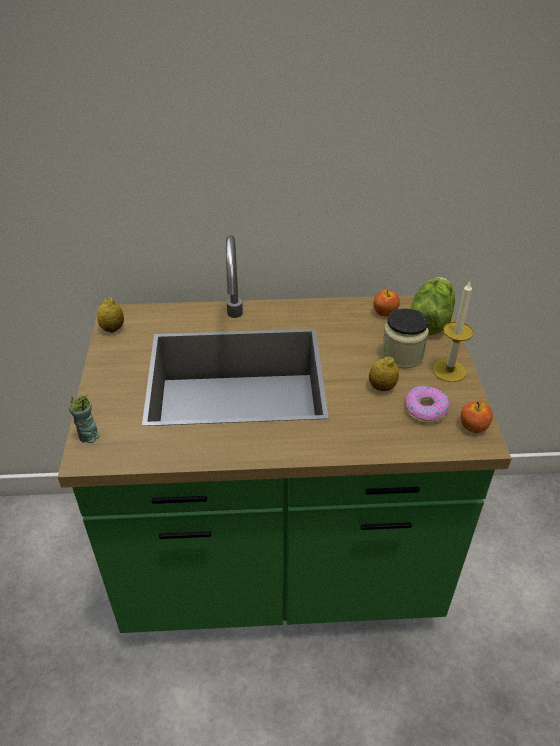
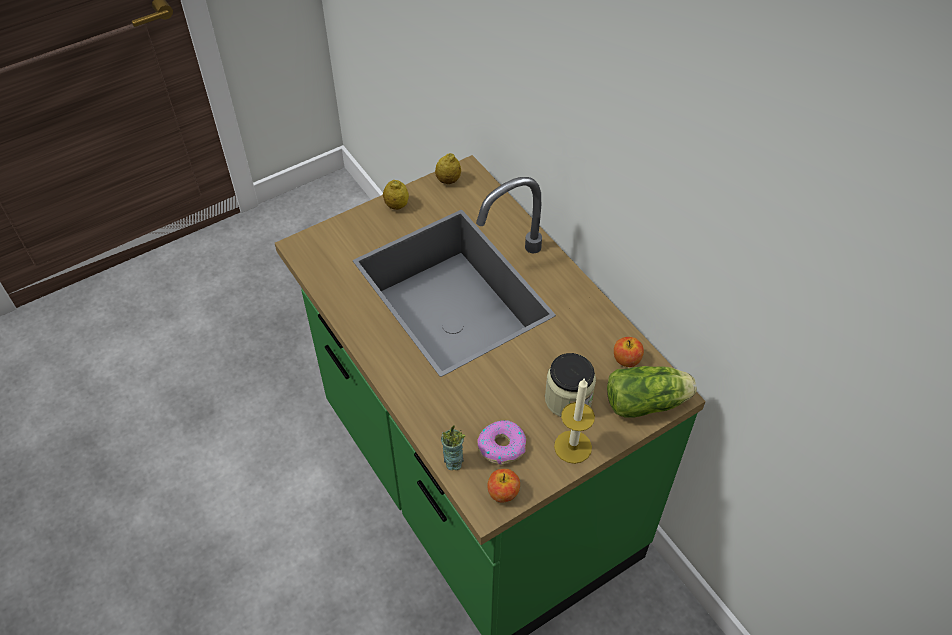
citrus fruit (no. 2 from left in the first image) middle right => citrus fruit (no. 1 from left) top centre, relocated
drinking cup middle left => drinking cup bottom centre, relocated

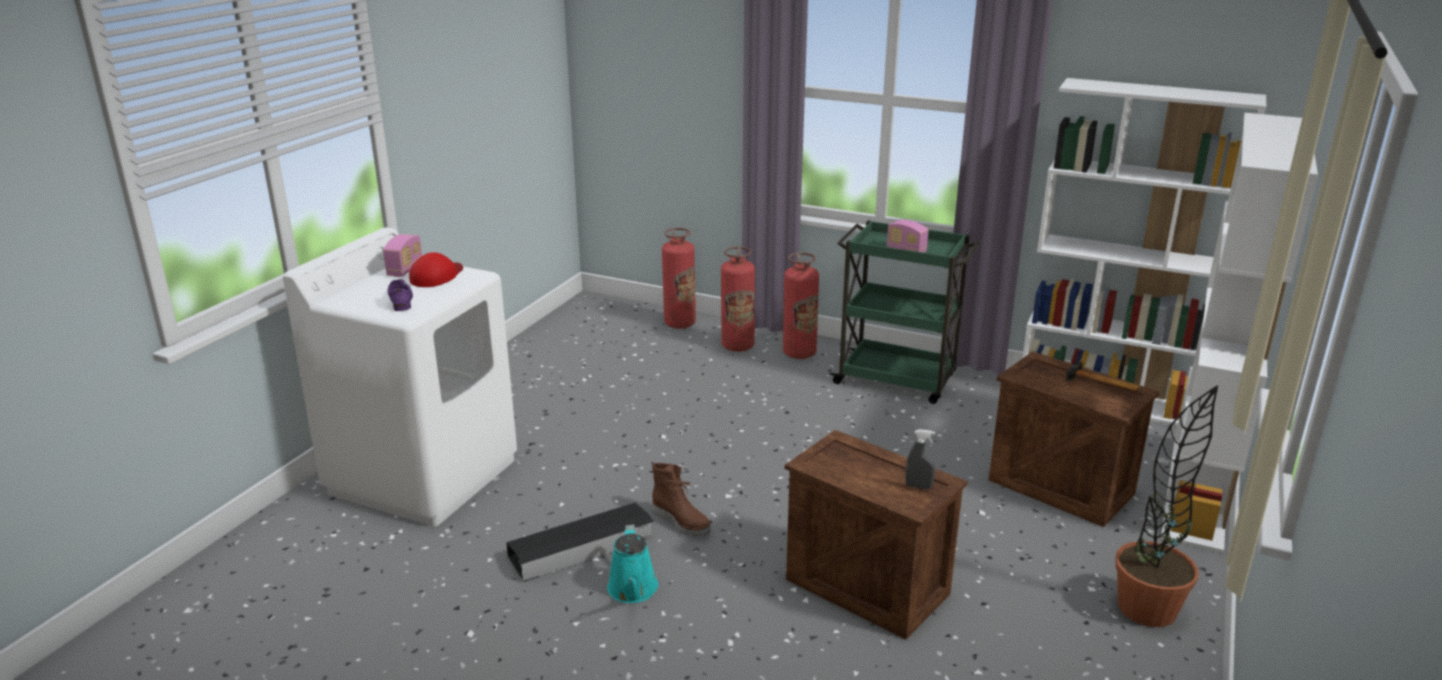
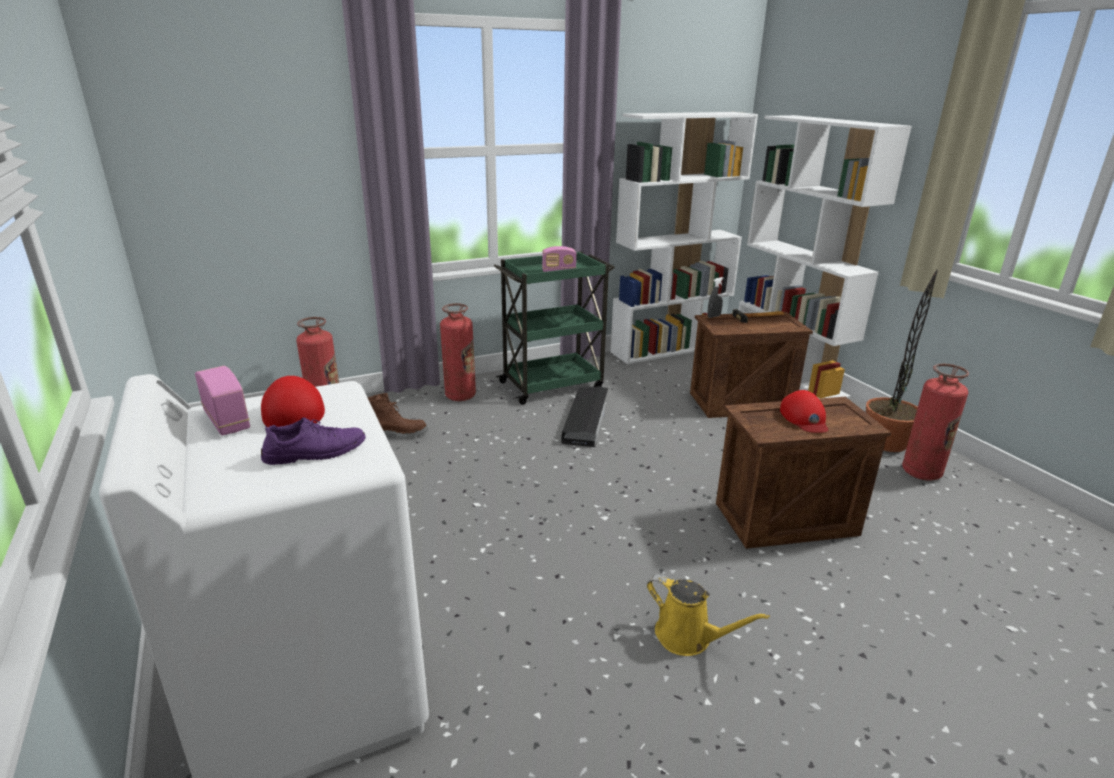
fire extinguisher (no. 2 from left in the first image) centre => fire extinguisher (no. 3 from left) middle right, relocated
low shoe (purplish) middle left, 135 degrees clockwise
sprayer (greyish) bottom centre => sprayer (greyish) centre, relocated
high-top boot (brownish) bottom centre => high-top boot (brownish) centre, relocated
storage box (black-coloured) bottom centre => storage box (black-coloured) centre, relocated
watering can (turquoise) bottom centre => watering can (yellow) bottom centre
nothing => baseball cap (red) (no. 2 from left) middle right

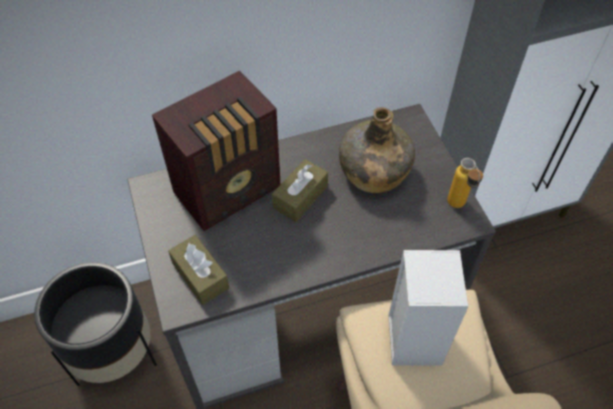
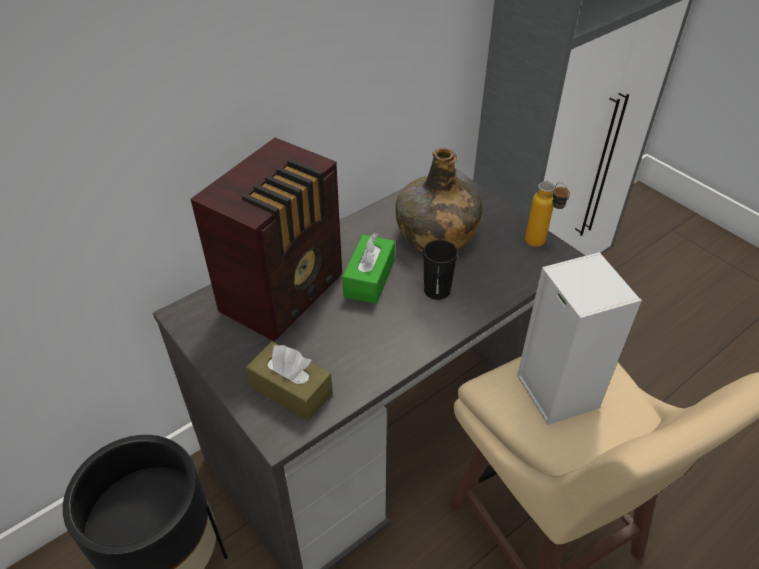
box of tissues (brownish) (no. 2 from left) centre => box of tissues (greenish) centre
nothing => drinking cup (black-coloured) centre

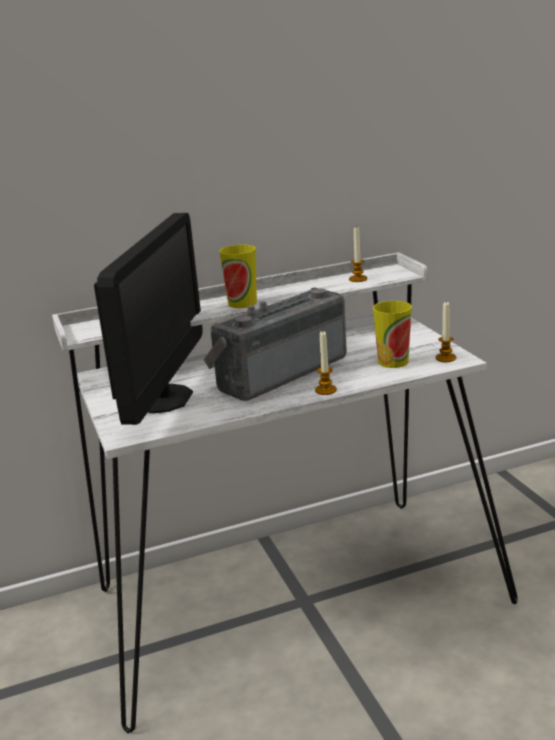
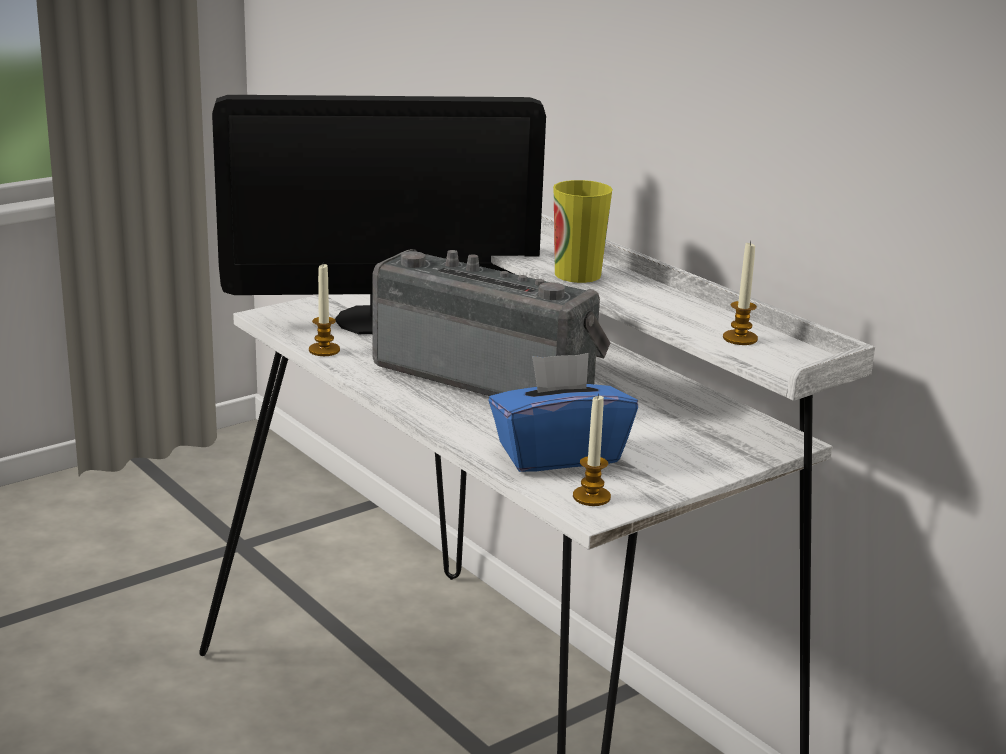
drinking cup (no. 2 from left) middle right => box of tissues (bluish) centre
candle (no. 1 from left) centre => candle (no. 1 from left) middle left, relocated

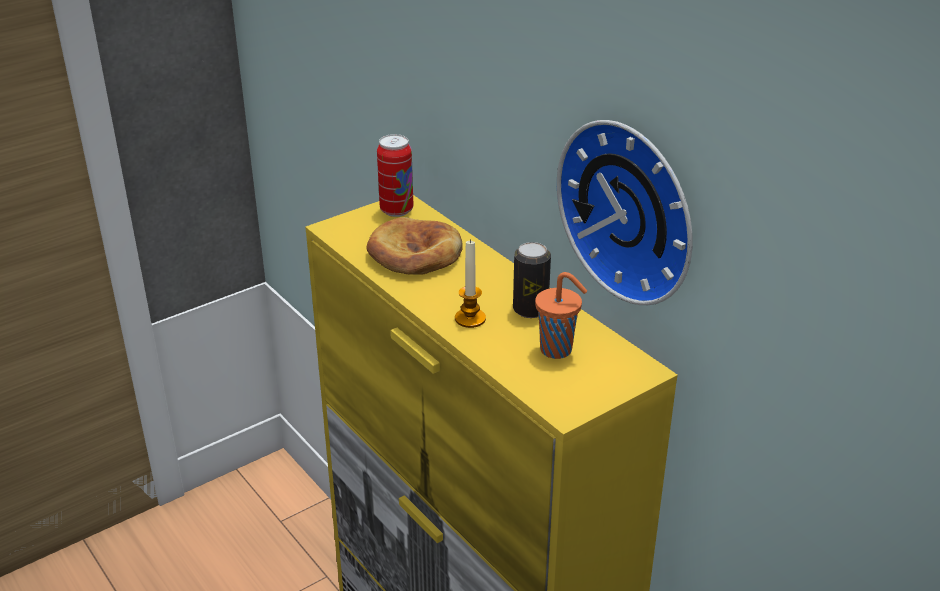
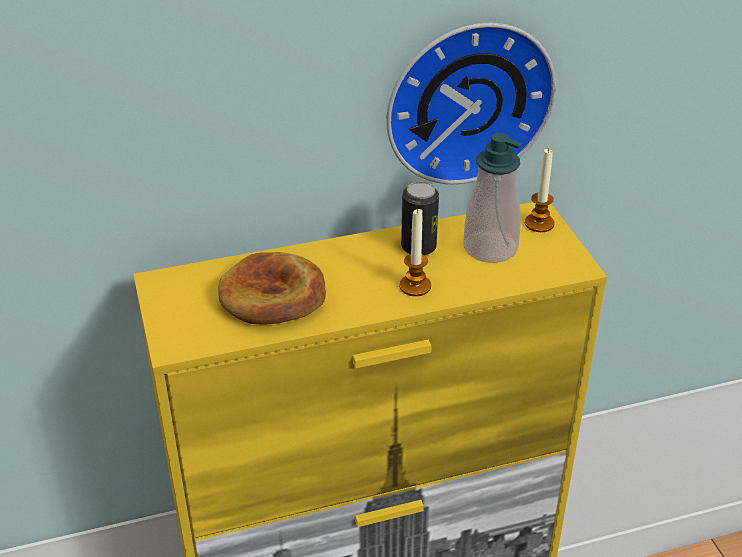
metal can (no. 1 from left) top centre => nothing
drinking cup (orange-coloured) centre => soap bottle centre
nothing => candle (no. 2 from left) middle right

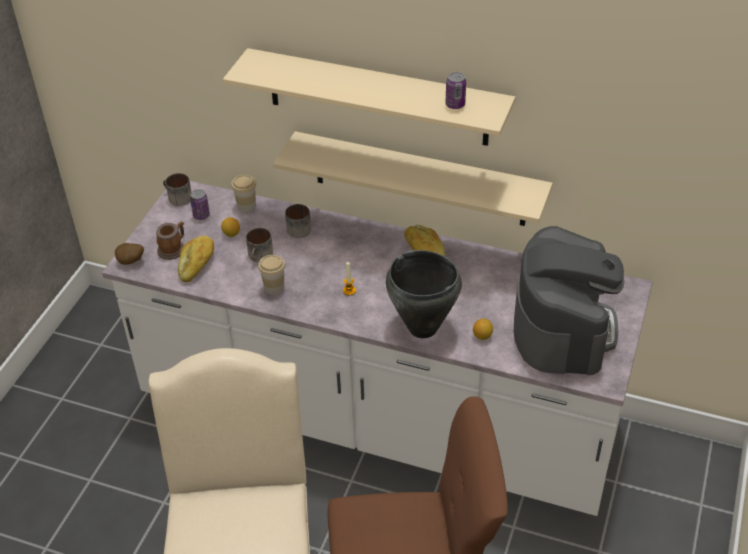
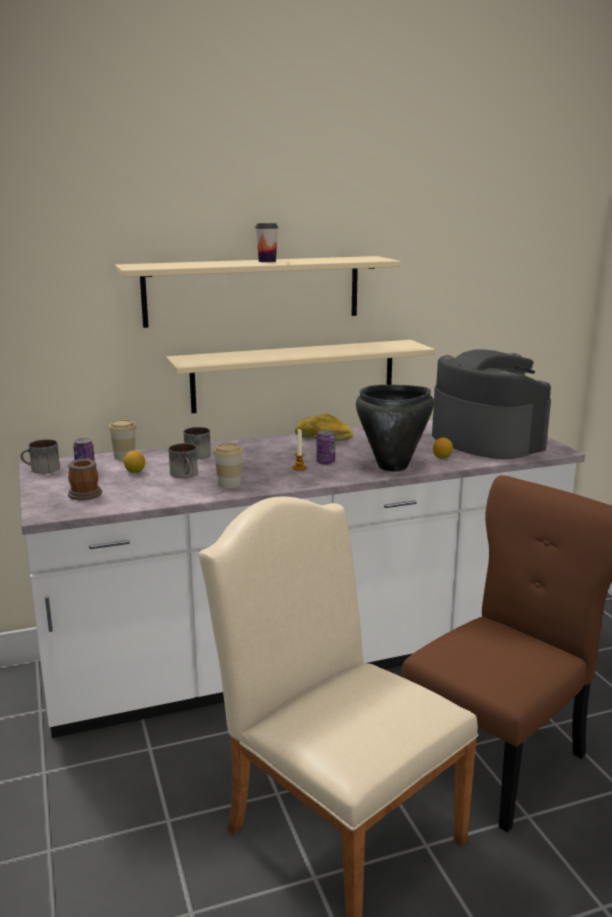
metal can (no. 2 from left) top centre => metal can (no. 2 from left) centre, relocated
bread (no. 1 from left) middle left => nothing
potato middle left => nothing
nothing => drinking cup (no. 3 from left) top centre

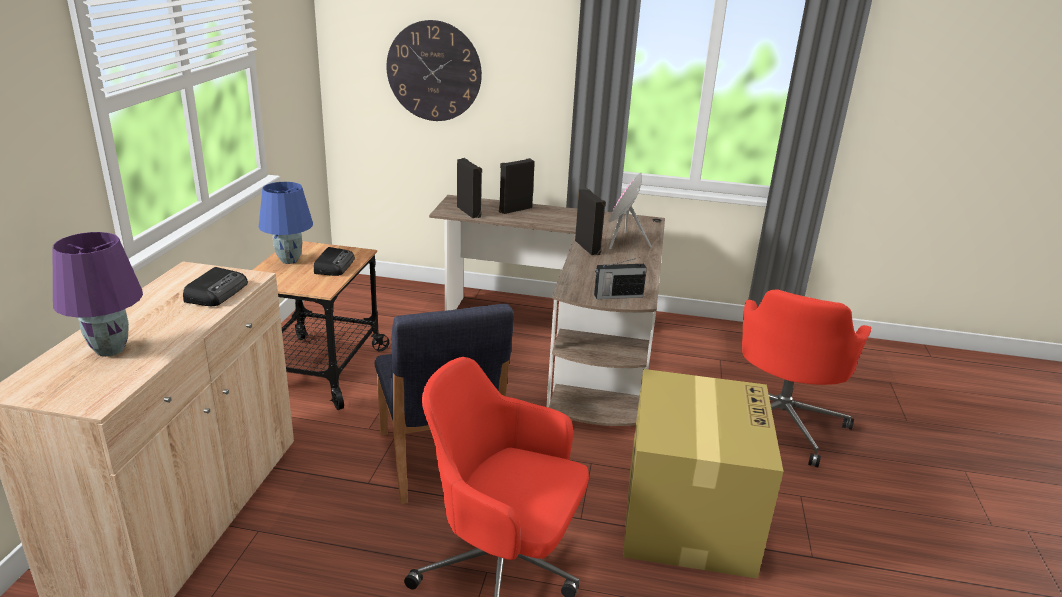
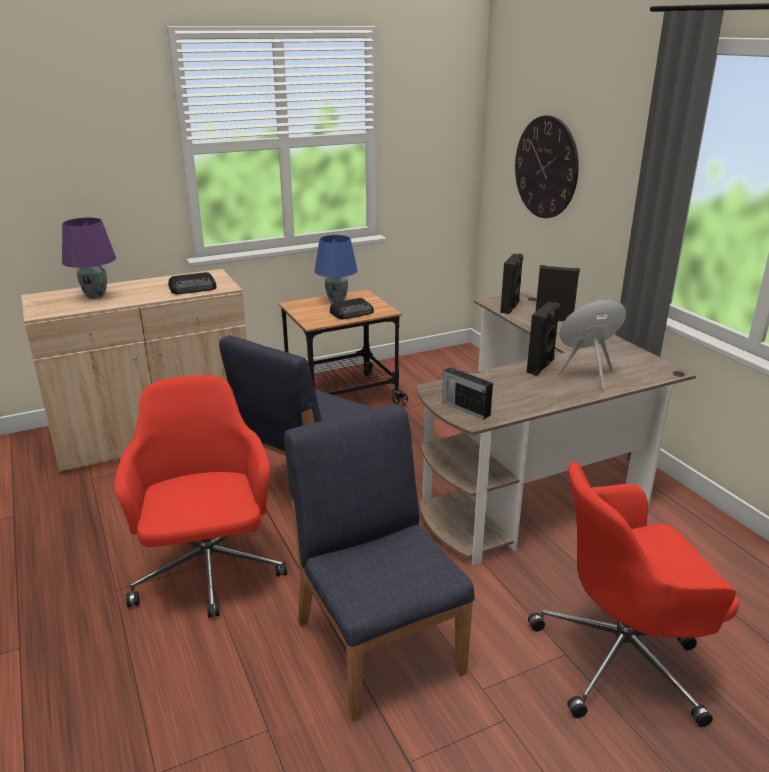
carton bottom centre => chair (bluish) (no. 2 from left) bottom centre

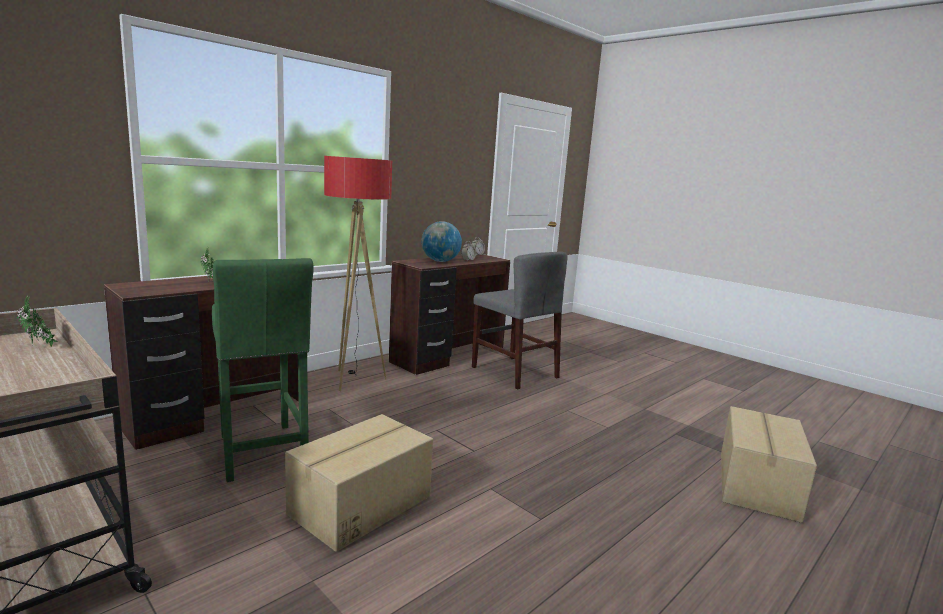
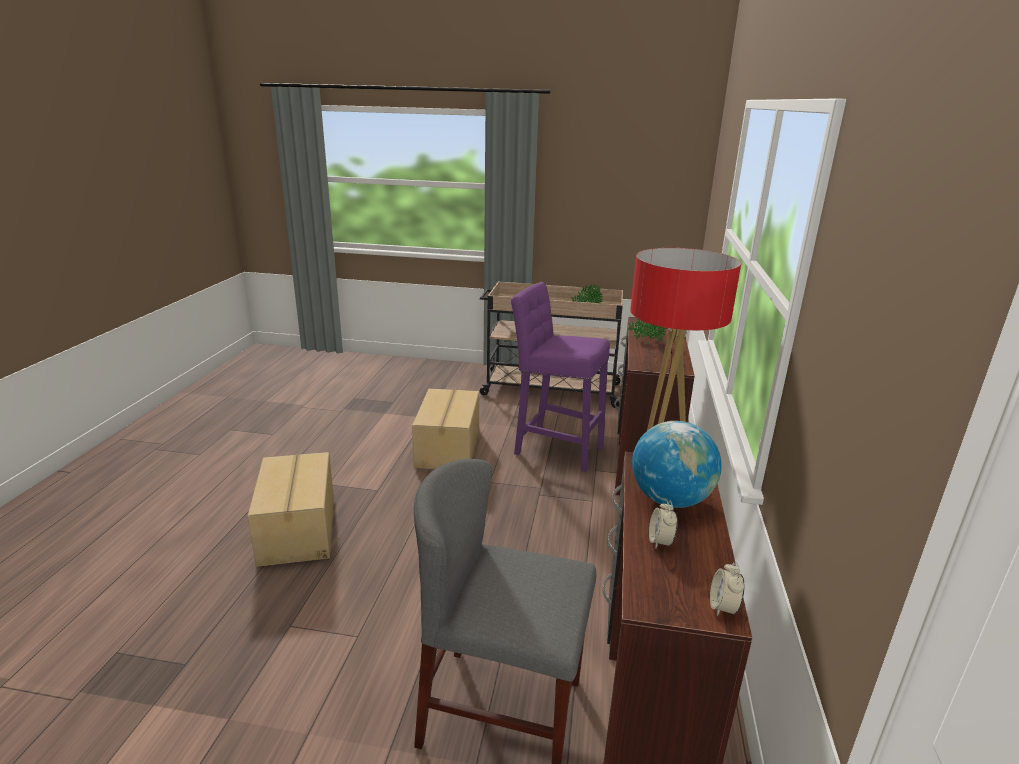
sitting stool (greenish) middle left => sitting stool (purplish) centre
carton (no. 2 from left in the first image) bottom right => carton (no. 1 from left) middle left, relocated

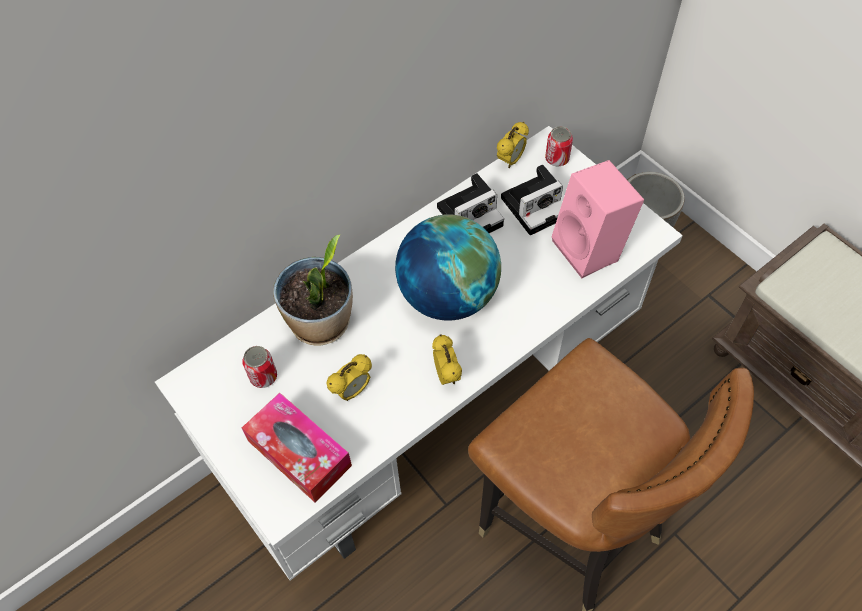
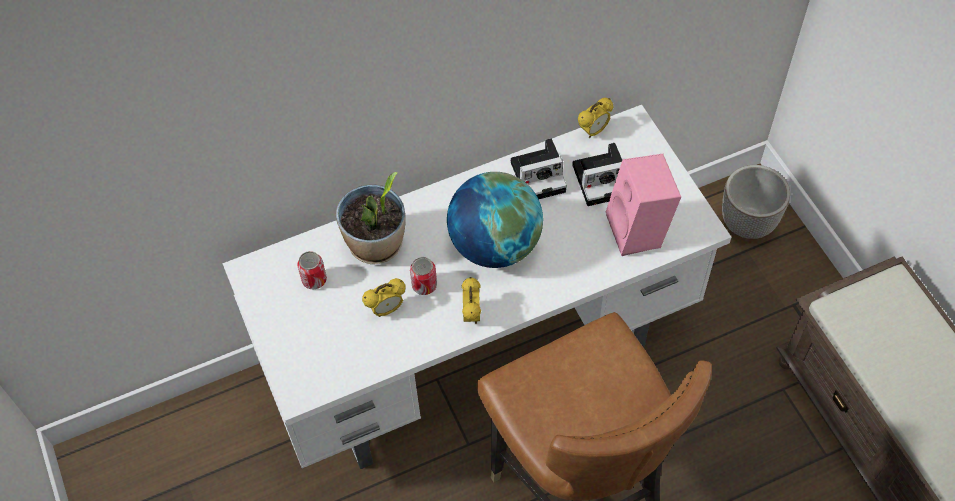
metal can (no. 2 from left) top centre => metal can (no. 2 from left) centre, relocated
box of tissues bottom centre => nothing

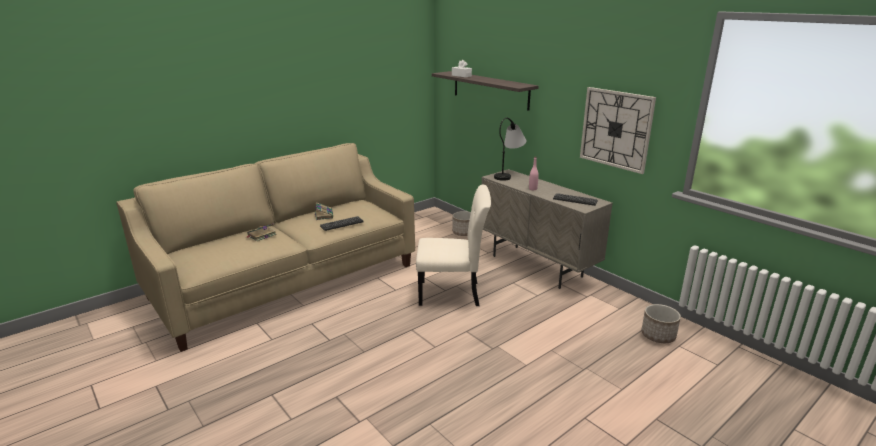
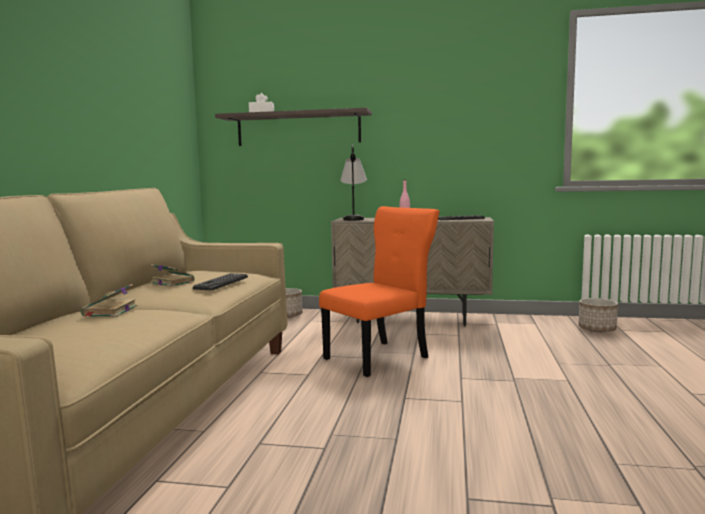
hanging clock top right => nothing
chair (sand-coloured) centre => chair (orange-coloured) centre

